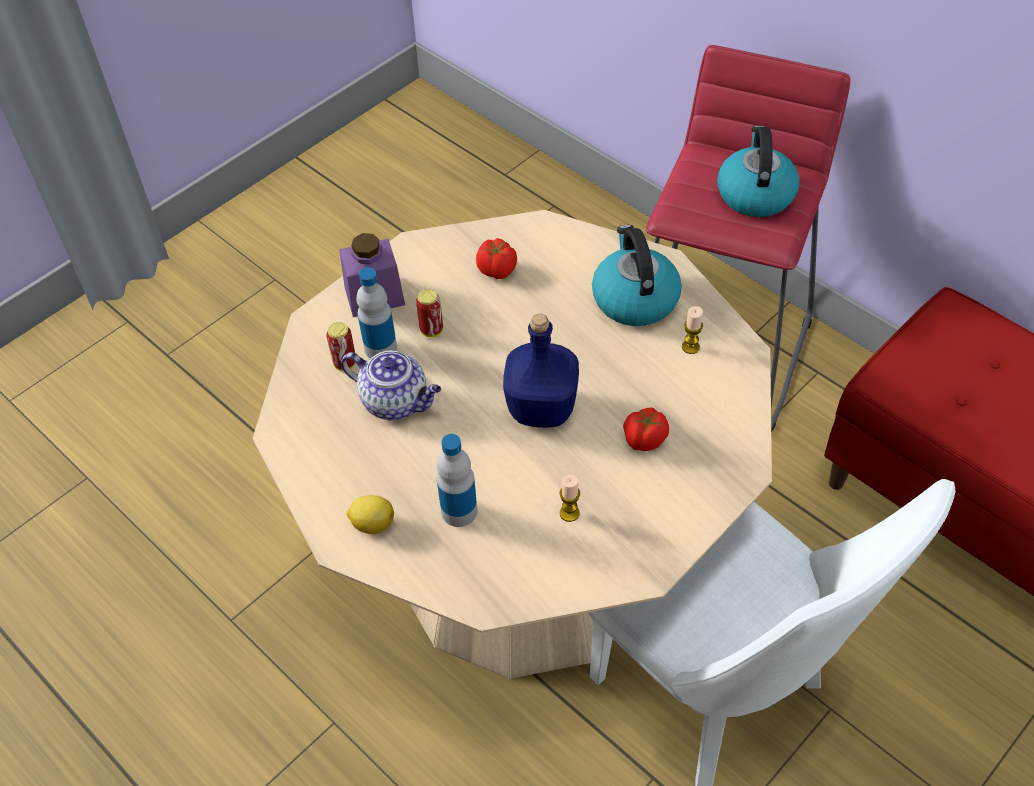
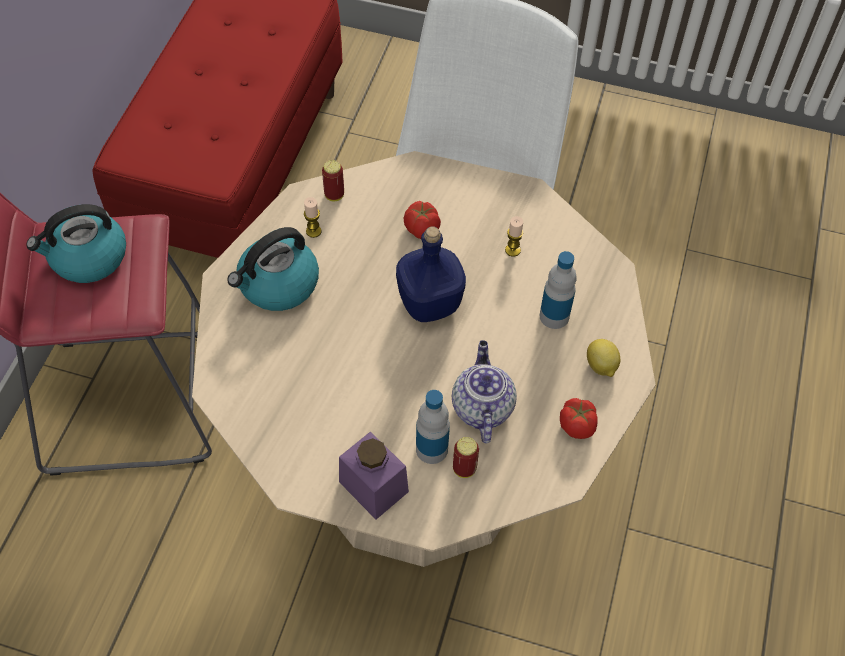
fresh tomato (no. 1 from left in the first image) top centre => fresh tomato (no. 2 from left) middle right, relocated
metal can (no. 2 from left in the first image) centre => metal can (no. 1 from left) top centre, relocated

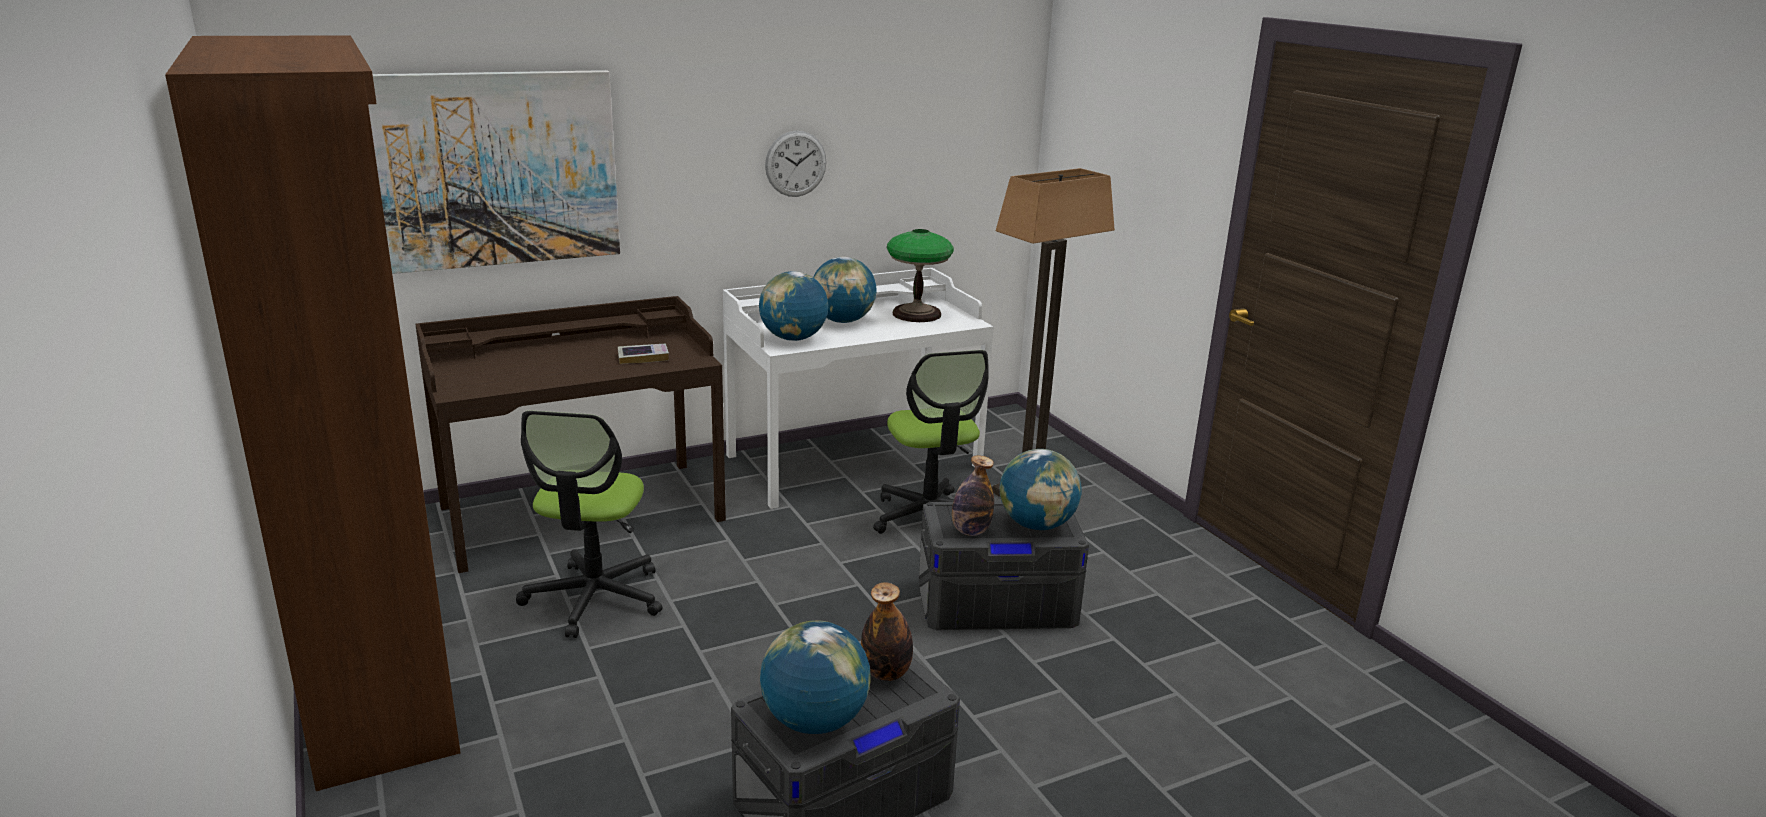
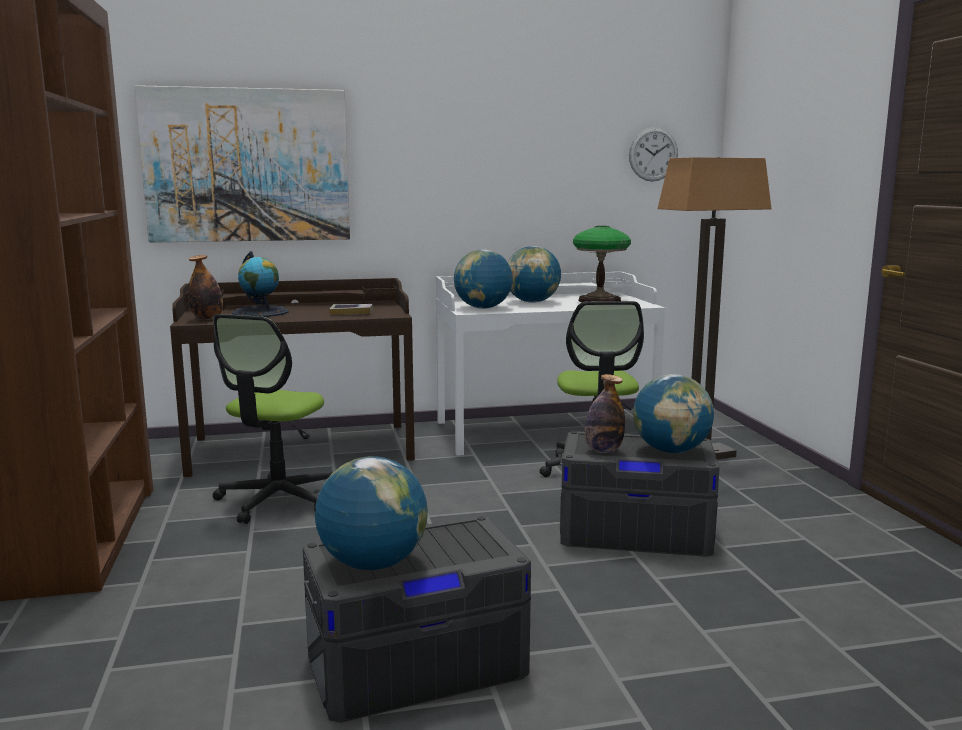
hanging clock top centre => hanging clock top right, relocated
bottle (no. 1 from left) bottom centre => bottle (no. 1 from left) middle left, relocated
nothing => desk globe (no. 1 from left) middle left

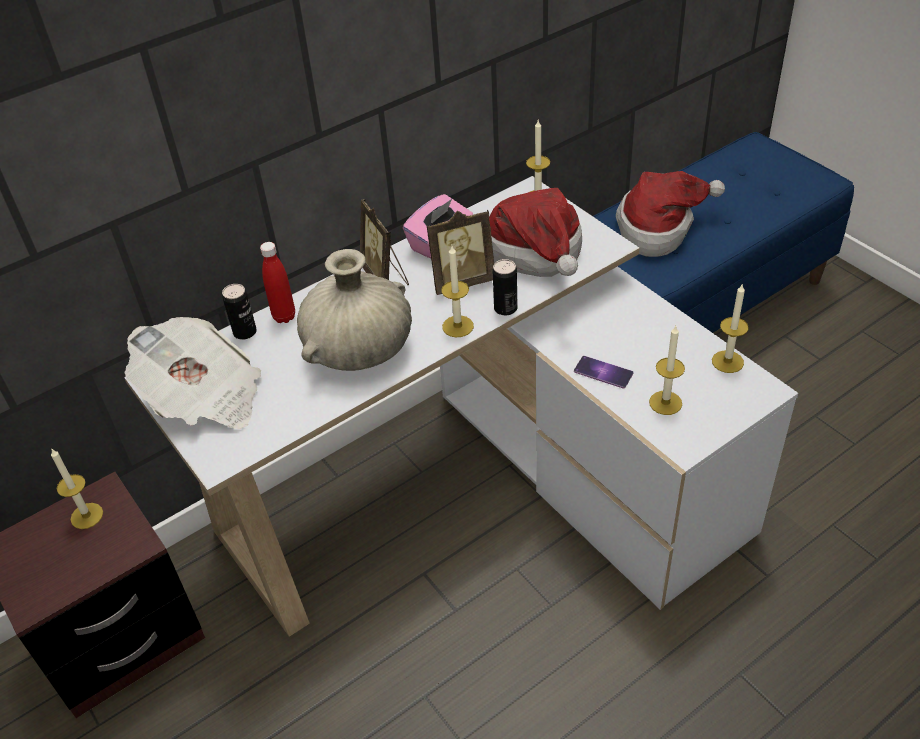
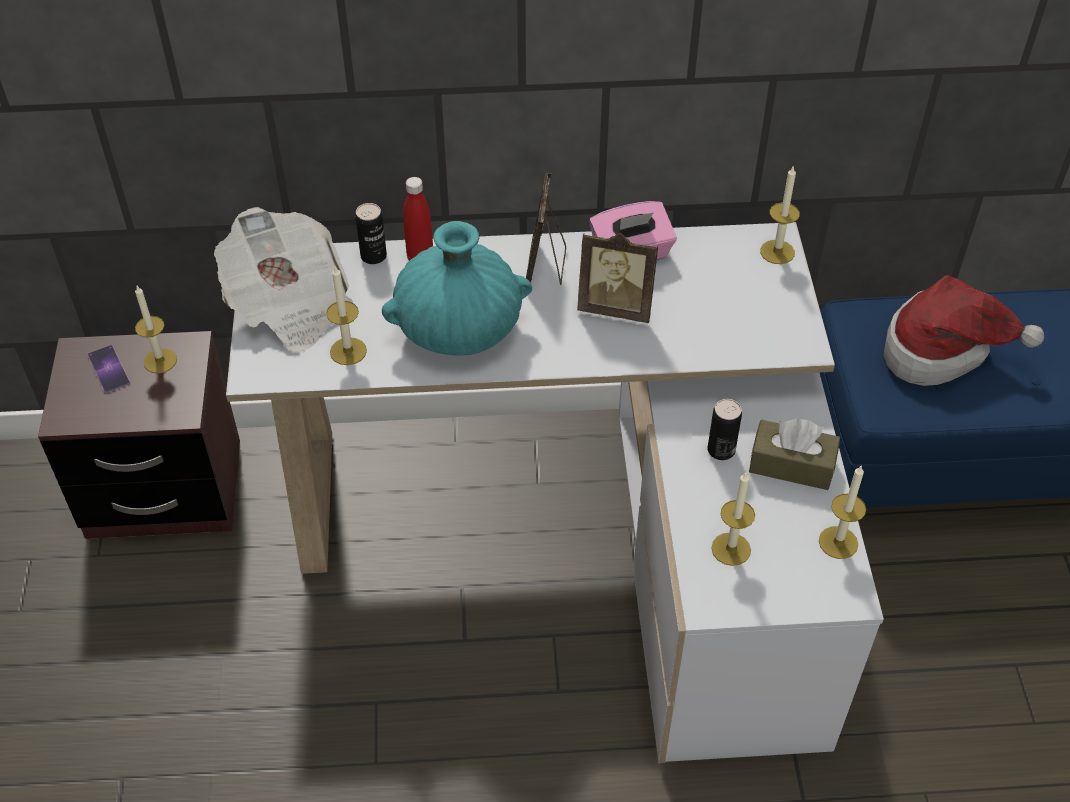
hat (no. 1 from left) top centre => nothing
candle (no. 2 from left) centre => candle (no. 2 from left) middle left, relocated
vase (sand-coloured) centre => vase (turquoise) centre
metal can (no. 2 from left) centre => metal can (no. 2 from left) middle right, relocated
phone centre => phone middle left, relocated
nothing => box of tissues (brownish) middle right

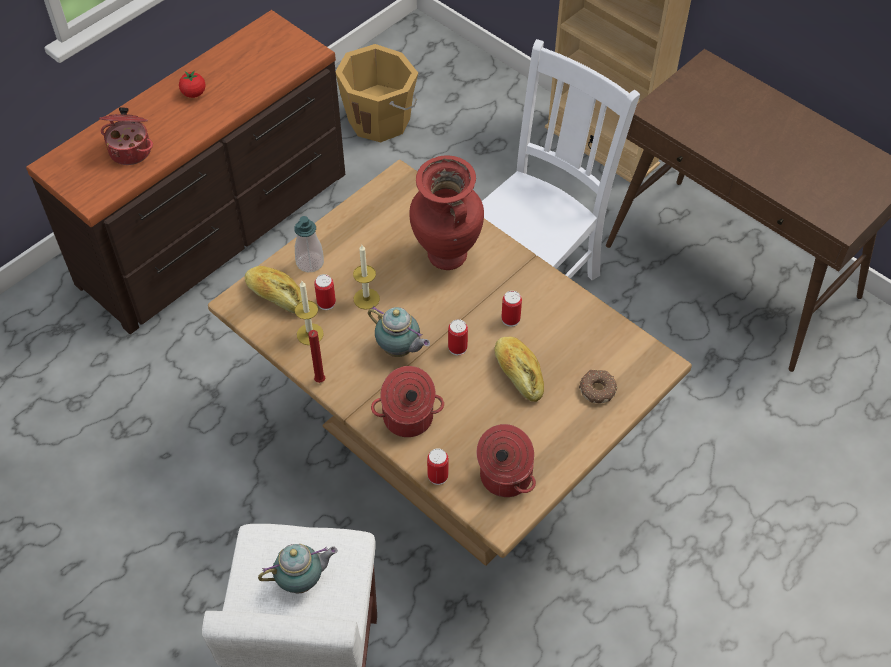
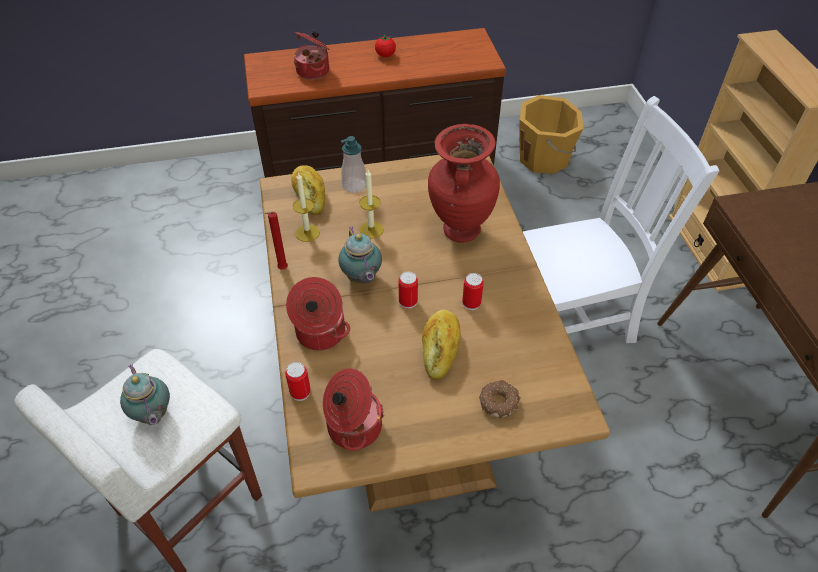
metal can (no. 1 from left) centre => nothing
tea pot (no. 1 from left) bottom centre => tea pot (no. 1 from left) bottom left, 45 degrees clockwise

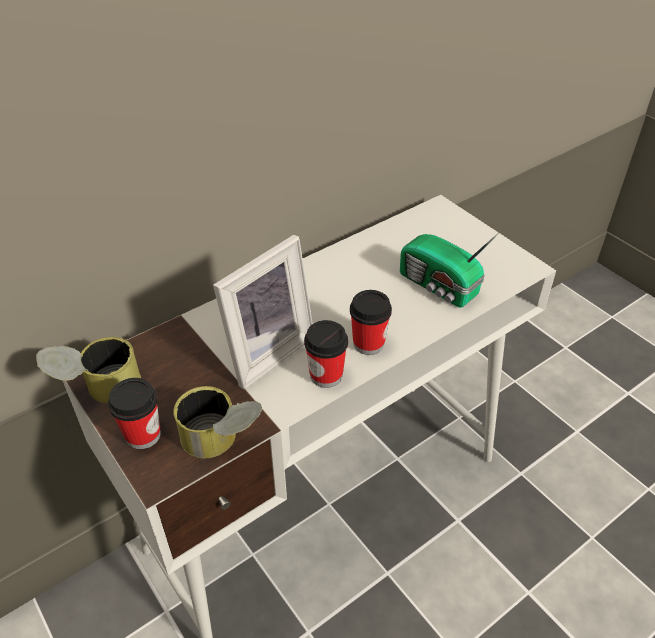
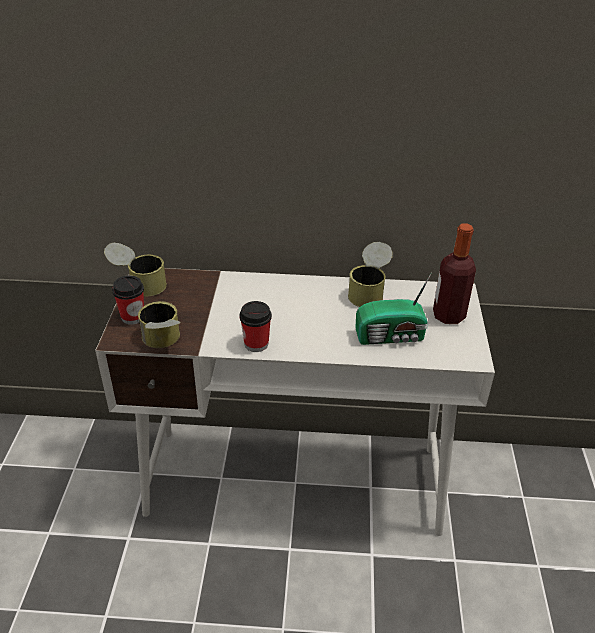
radio set middle right => radio set centre, 90 degrees counterclockwise
standing frame centre => nothing
drinking cup (no. 3 from left) centre => nothing
nothing => bottle middle right
nothing => metal can (no. 3 from left) centre

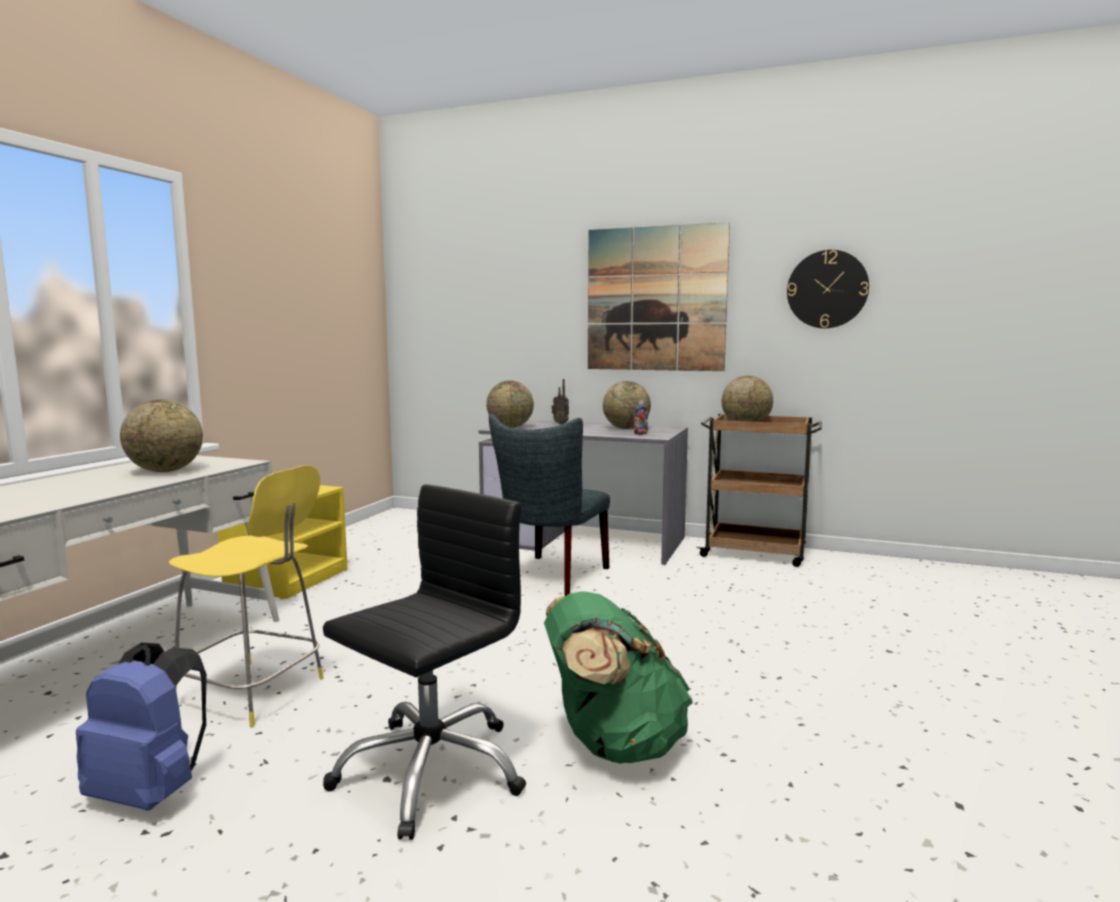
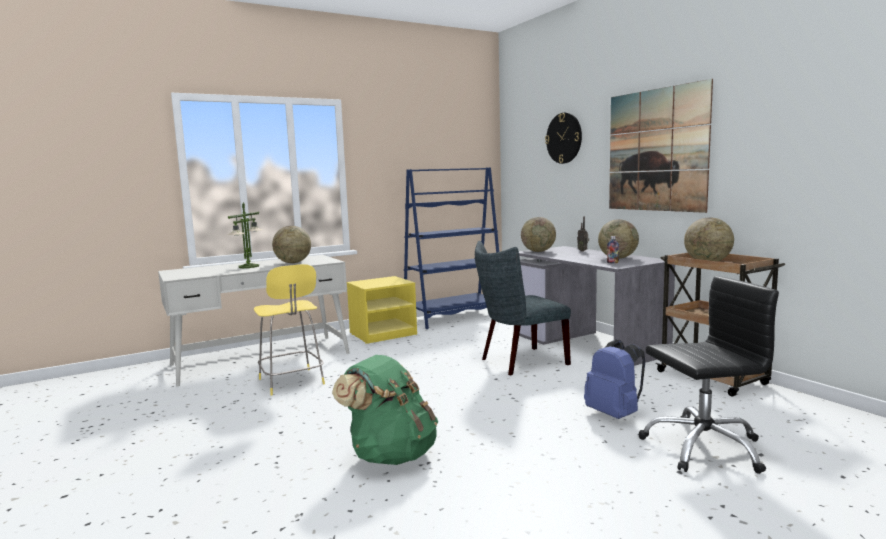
hanging clock top right => hanging clock top centre, relocated
desk chair (black-coloured) bottom centre => desk chair (black-coloured) bottom right, relocated
rucksack (bluish) bottom left => rucksack (bluish) bottom right, relocated
nothing => bookshelf (bluish) centre
nothing => tabletop lamp middle left

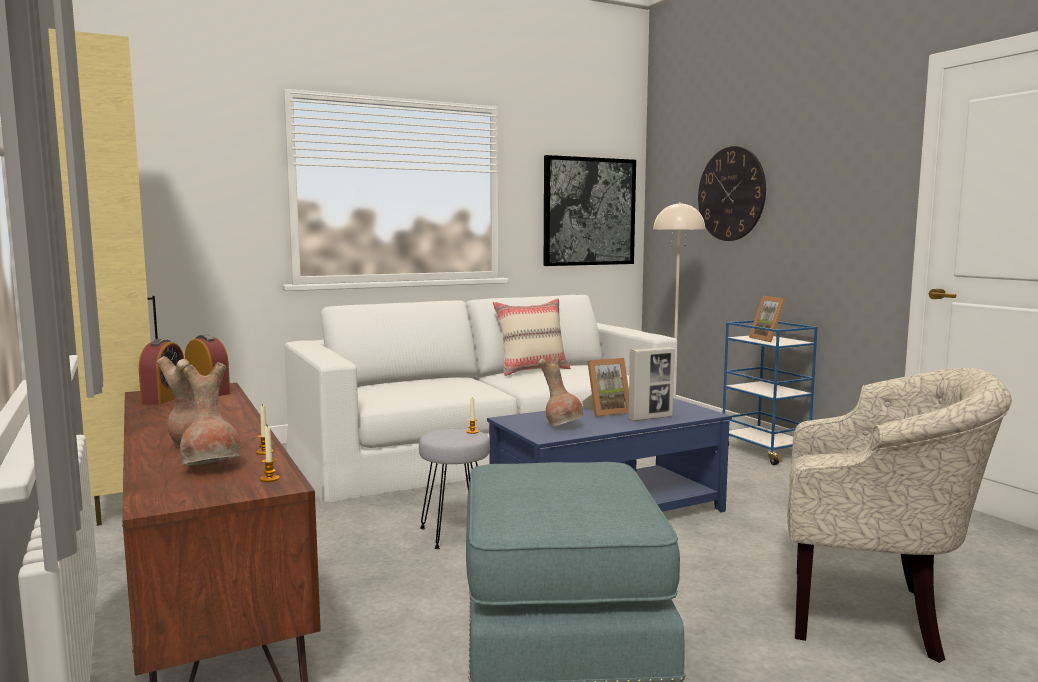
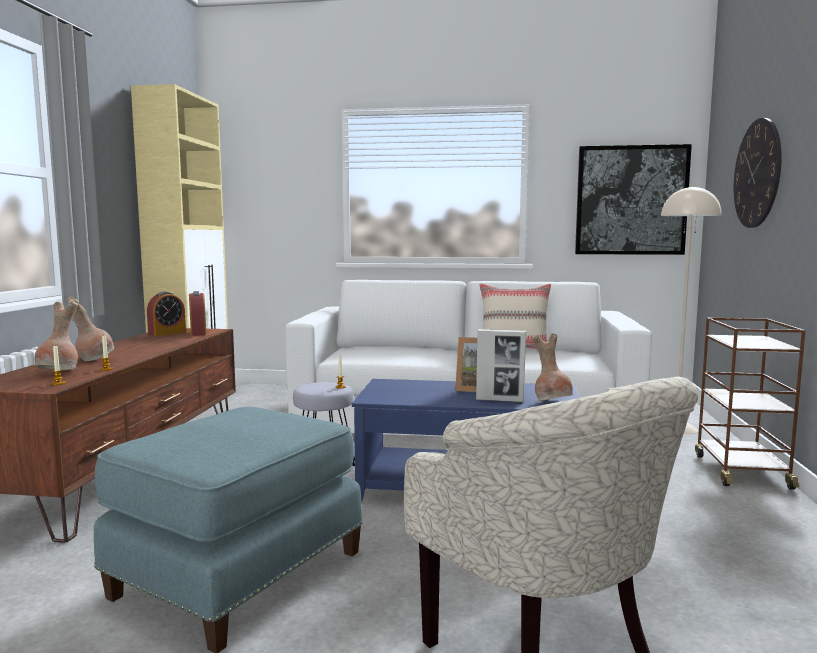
standing frame (no. 3 from left) middle right => nothing
trolley (bluish) middle right => trolley (brownish) middle right
vase (brownish) (no. 3 from left) centre => vase (brownish) (no. 3 from left) middle right, relocated

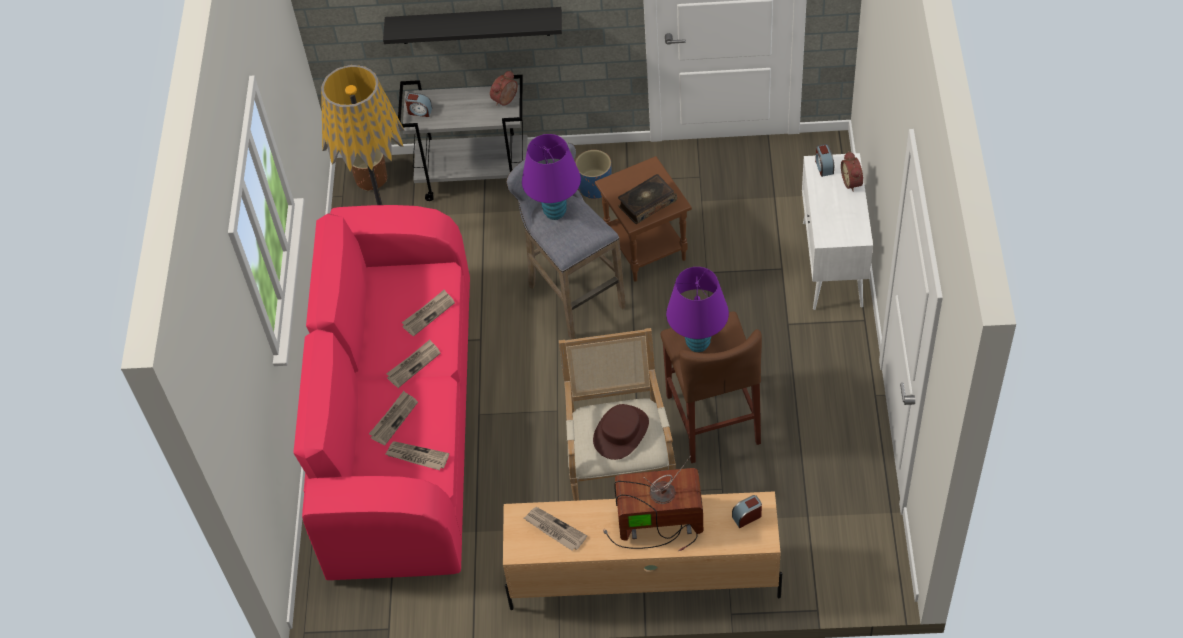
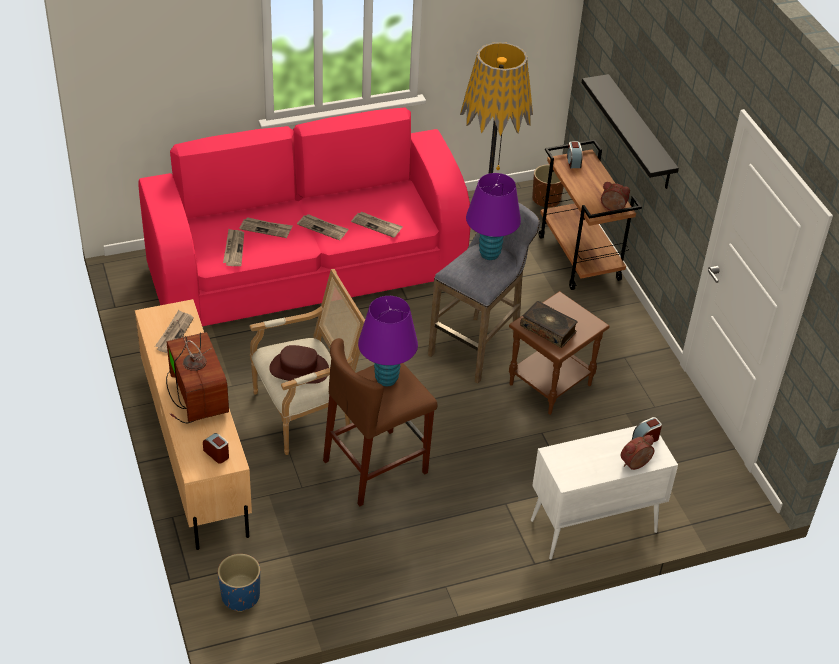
trolley (greyish) top centre => trolley (brownish) top right
planter (bluish) top centre => planter (bluish) bottom left, relocated

